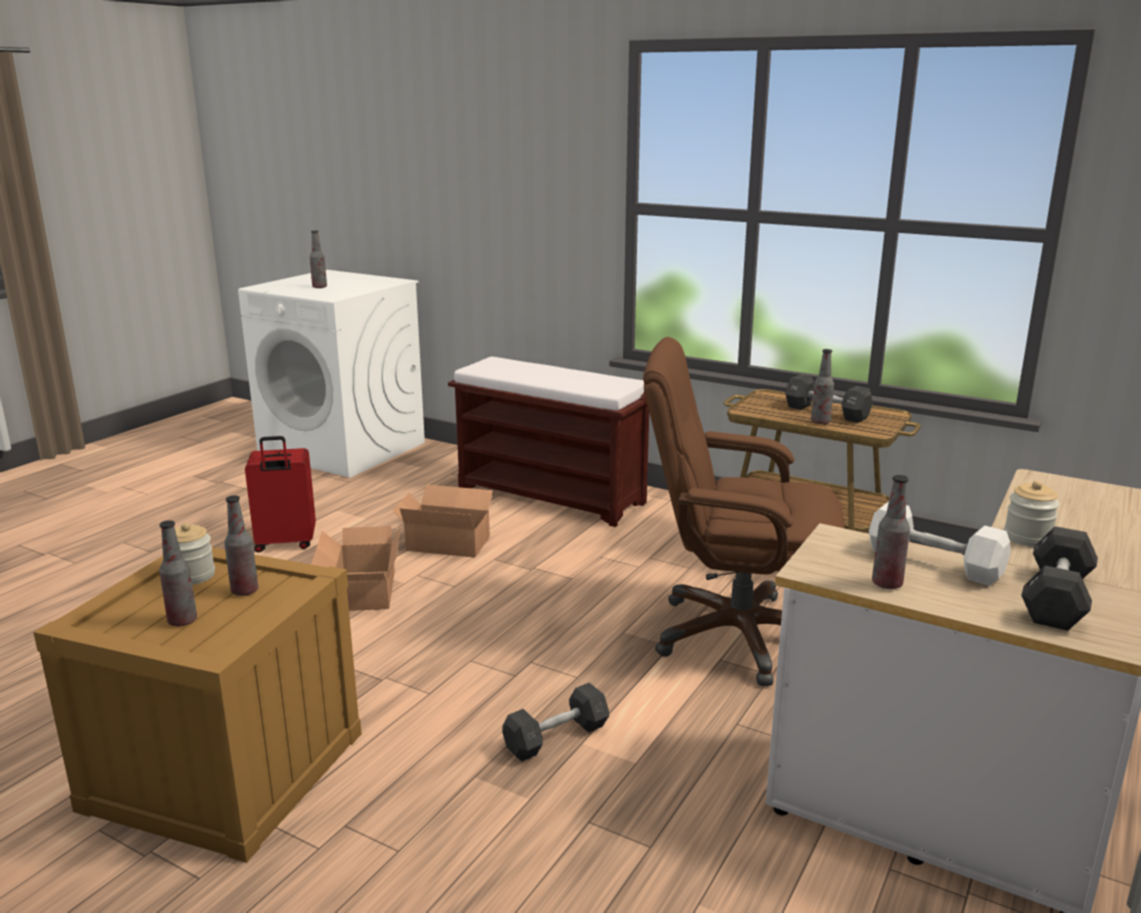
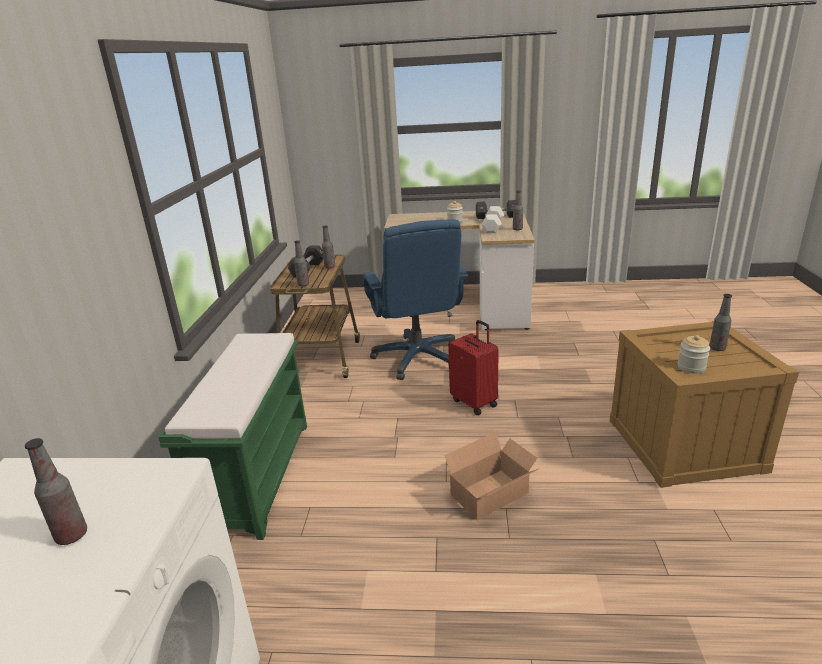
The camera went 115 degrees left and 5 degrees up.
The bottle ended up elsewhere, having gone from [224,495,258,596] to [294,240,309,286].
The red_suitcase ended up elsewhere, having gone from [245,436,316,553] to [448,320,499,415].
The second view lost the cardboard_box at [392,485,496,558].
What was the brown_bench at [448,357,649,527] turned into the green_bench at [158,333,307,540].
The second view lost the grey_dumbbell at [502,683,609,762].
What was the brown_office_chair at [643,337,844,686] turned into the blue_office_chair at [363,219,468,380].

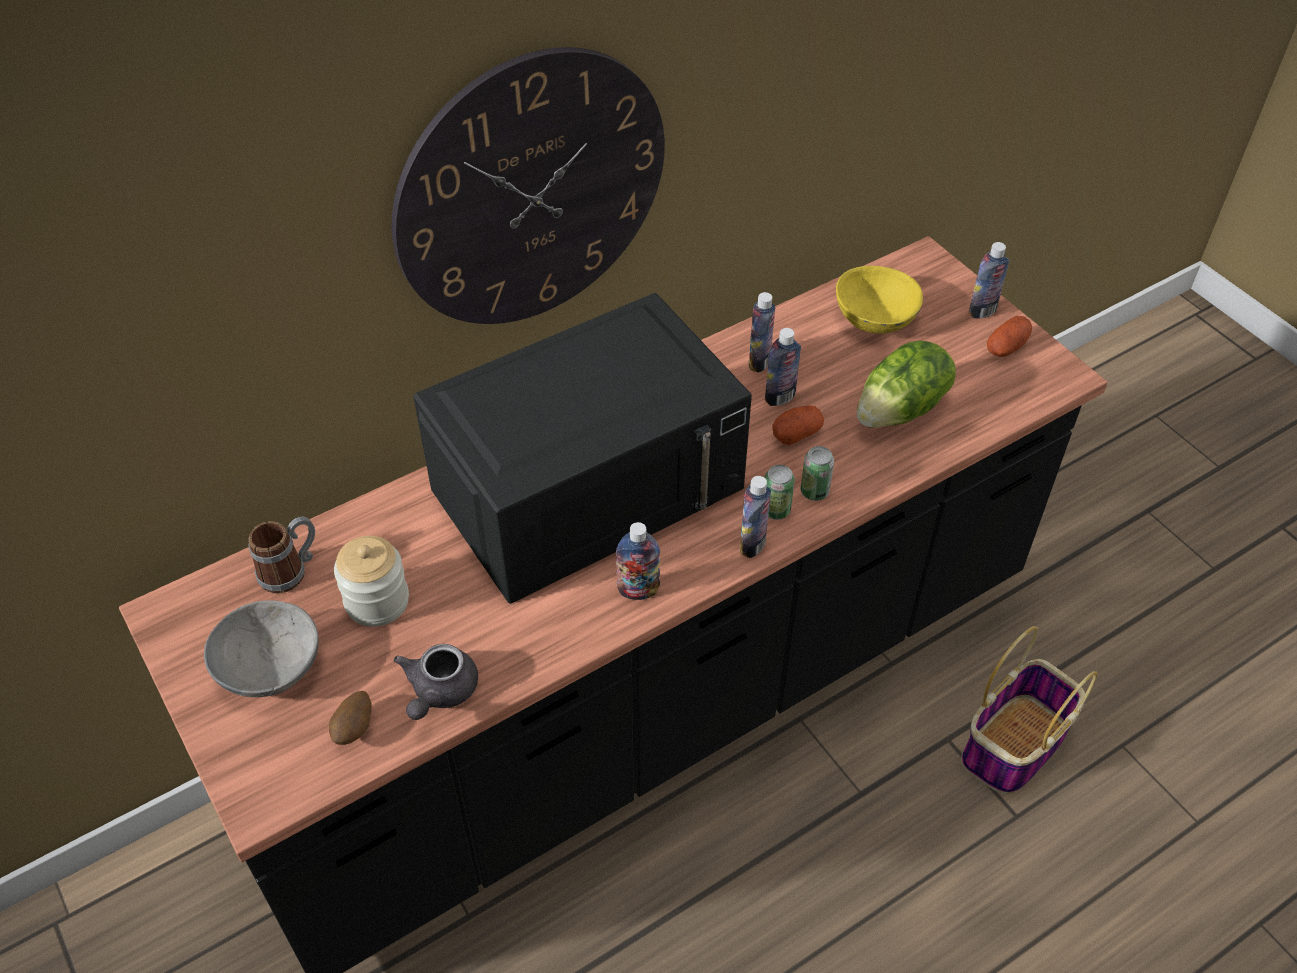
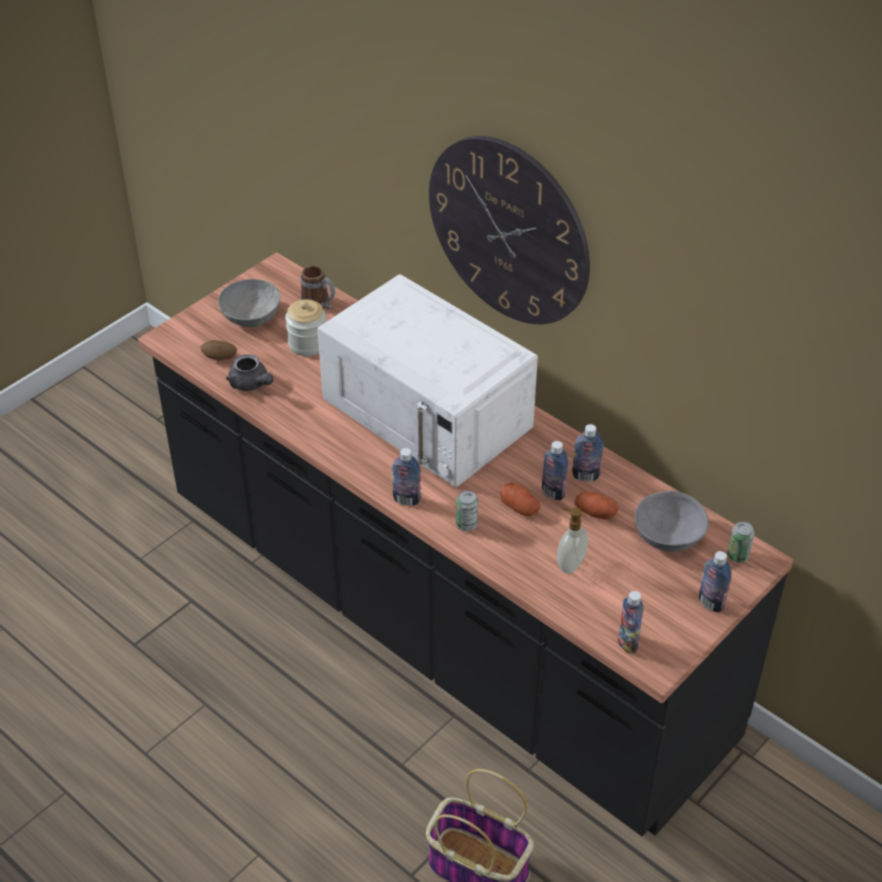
The camera went 75 degrees right and 5 degrees down.
The grey_teapot at [393,644,478,720] ended up facing another way, 135 degrees counterclockwise from before.
What was the black_microwave at [413,293,752,604] turned into the white_microwave at [317,274,538,487].
The bottle ended up elsewhere, having gone from [616,522,660,600] to [618,591,643,654].
The can ended up elsewhere, having gone from [765,465,795,520] to [727,521,754,563].
What was the yellow_bowl at [836,266,923,334] turned into the grey_bowl at [635,491,709,552].
Where the lettuce stood at [857,340,956,428], the soap_dispenser came to stand at [557,508,588,574].
The potato ended up elsewhere, having gone from [987,316,1032,357] to [575,491,618,520].

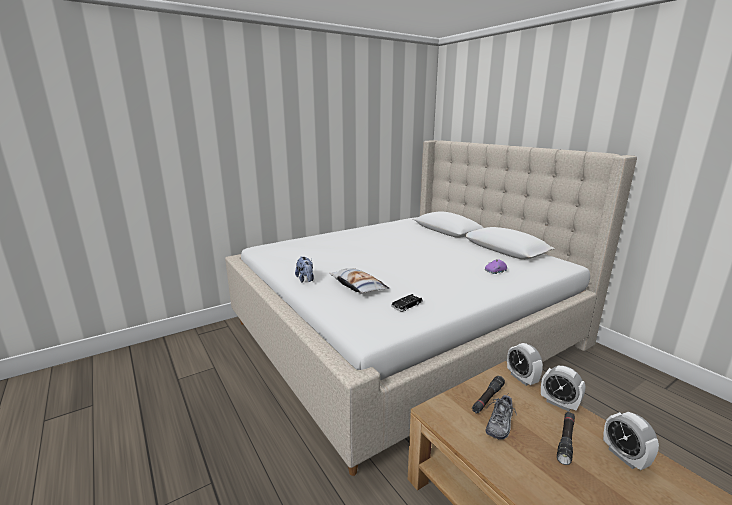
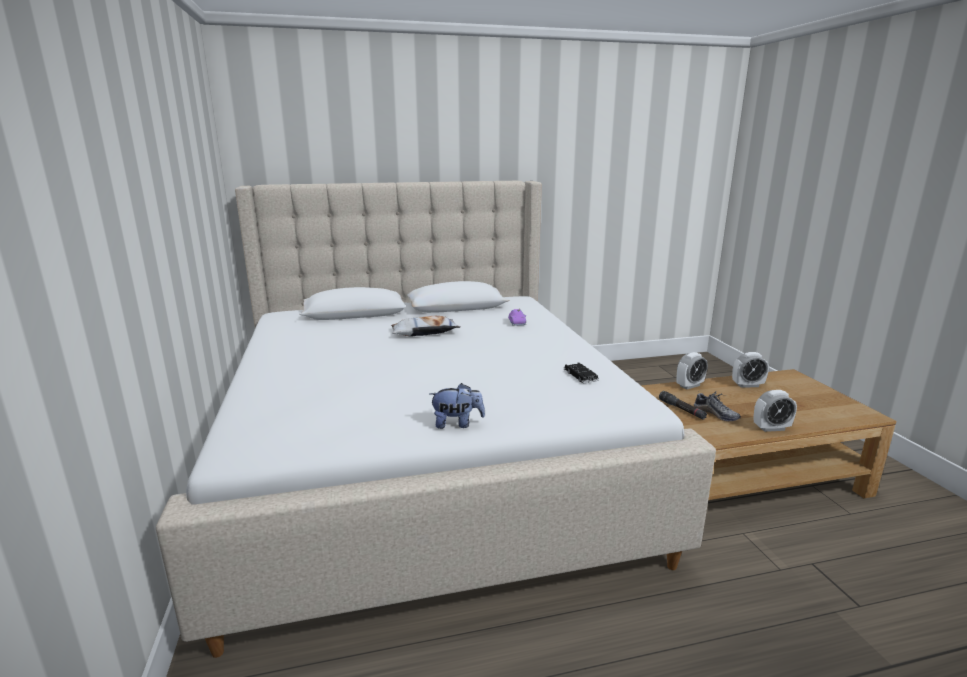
The camera went 70 degrees left and 0 degrees up.
The pillow ended up elsewhere, having gone from [329,268,389,294] to [391,316,460,337].
The alarm_clock ended up elsewhere, having gone from [507,343,543,386] to [754,390,797,432].
The second view lost the black_flashlight at [557,412,575,465].

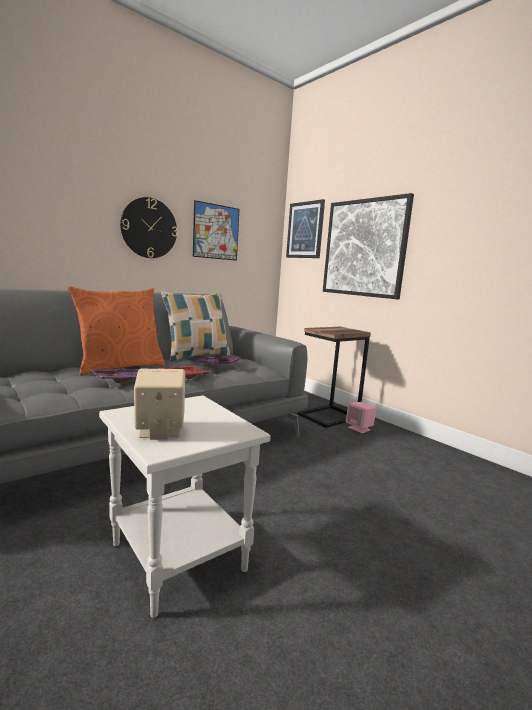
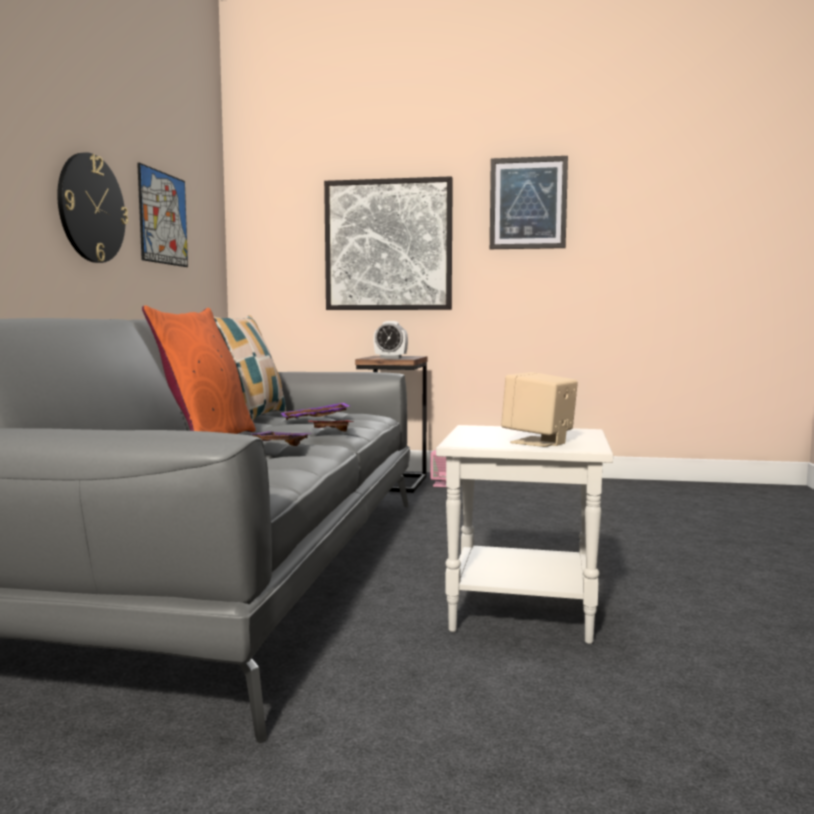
The camera went 40 degrees left and 5 degrees down.
The picture ended up elsewhere, having gone from [286,199,325,258] to [490,156,568,249].
The second view gained the alarm_clock at [373,321,408,359].

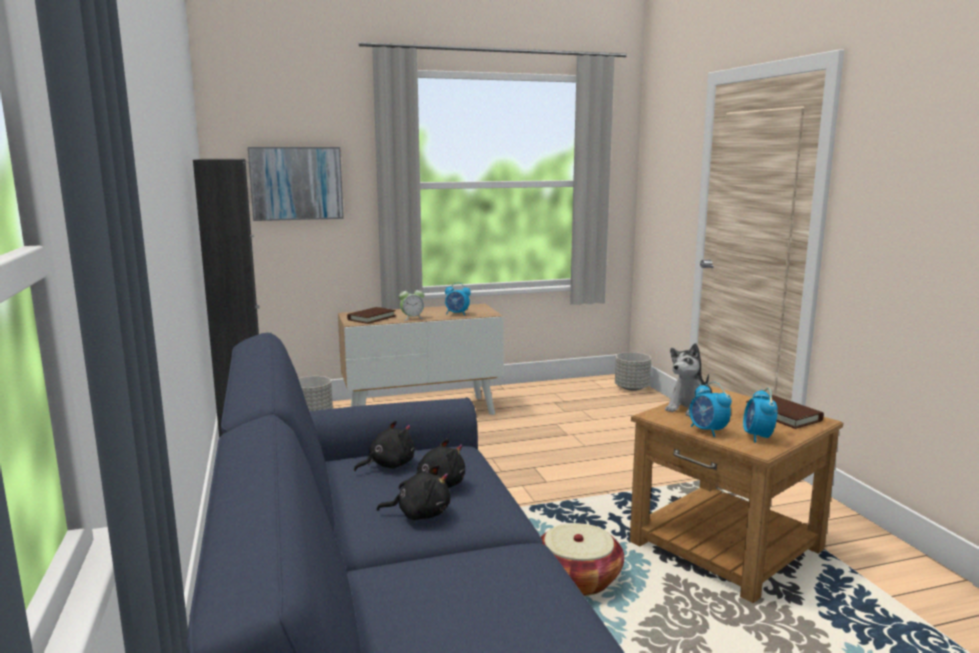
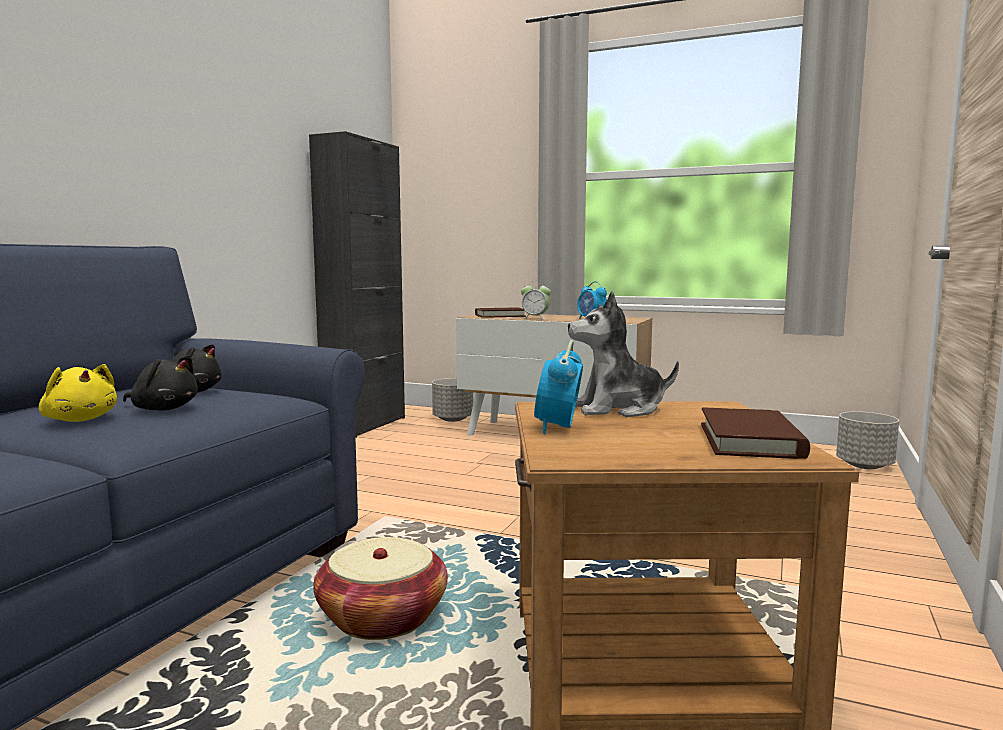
The camera went 40 degrees right and 5 degrees down.
The second view lost the picture at [248,147,344,221].
What was the black_plush_toy at [377,465,451,520] turned into the yellow_plush_toy at [39,364,117,422].
The second view lost the alarm_clock at [743,388,778,443].

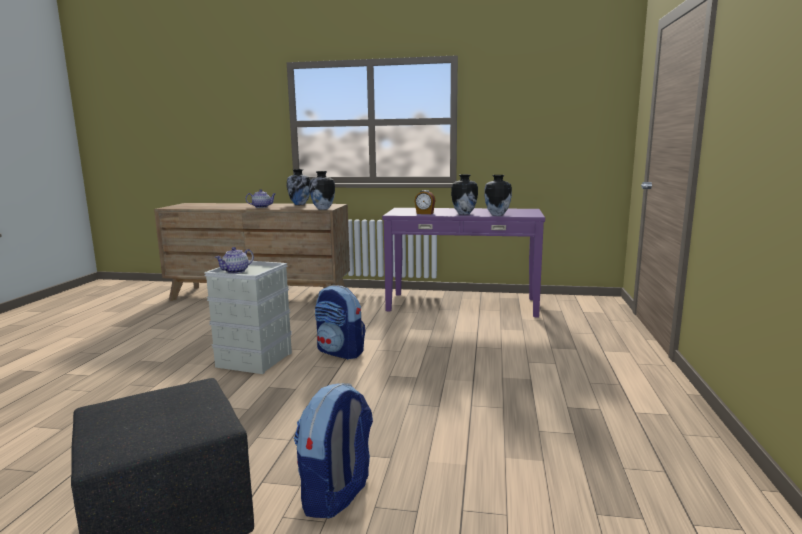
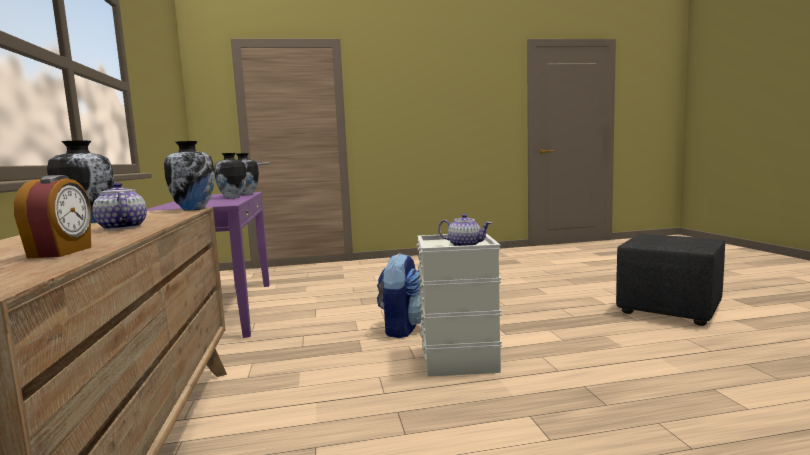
The camera went 110 degrees left and 5 degrees down.
The second view lost the backpack at [294,383,373,519].
The alarm_clock ended up elsewhere, having gone from [415,190,435,214] to [14,175,91,258].

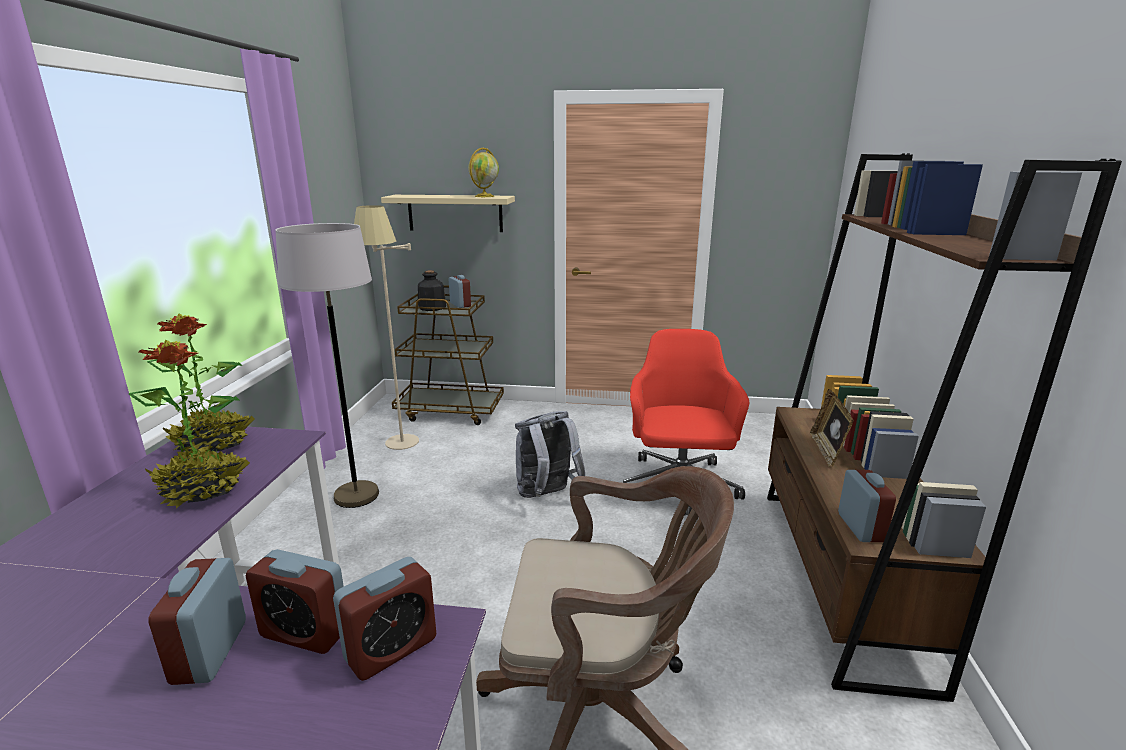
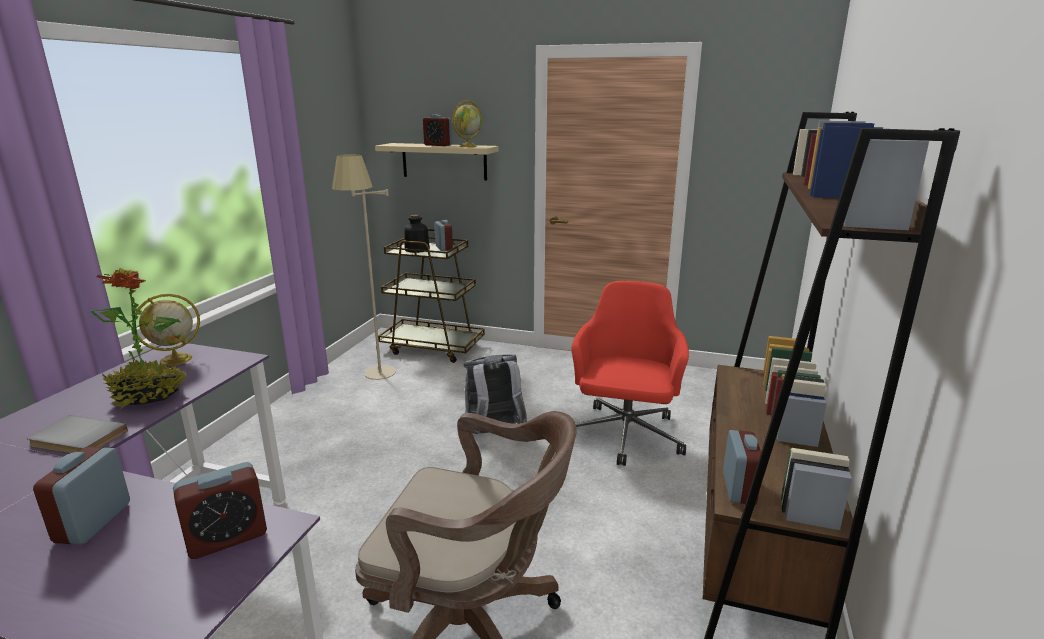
The camera went 10 degrees right and 0 degrees up.
Where the potted_plant stood at [147,313,255,452], the globe came to stand at [135,294,200,366].
The alarm_clock ended up elsewhere, having gone from [246,549,344,654] to [423,115,452,146].
The second view lost the grey_floor_lamp at [275,223,379,508].
The second view lost the picture_frame at [810,389,854,467].
The second view gained the grey_book at [27,415,128,454].

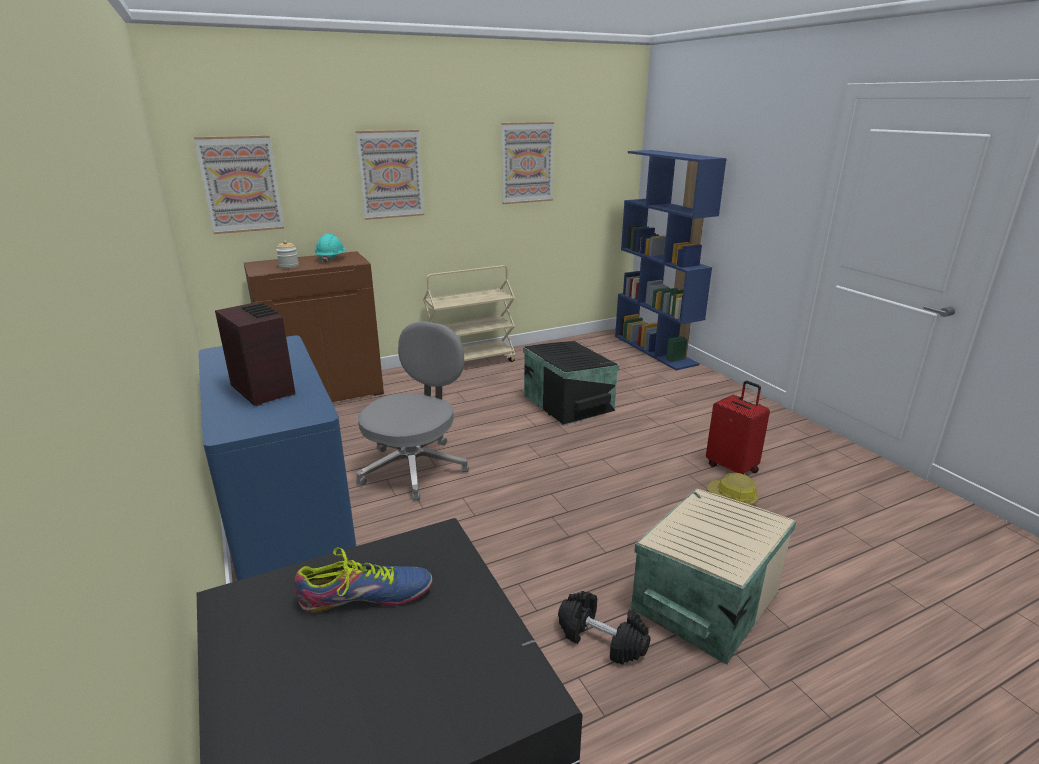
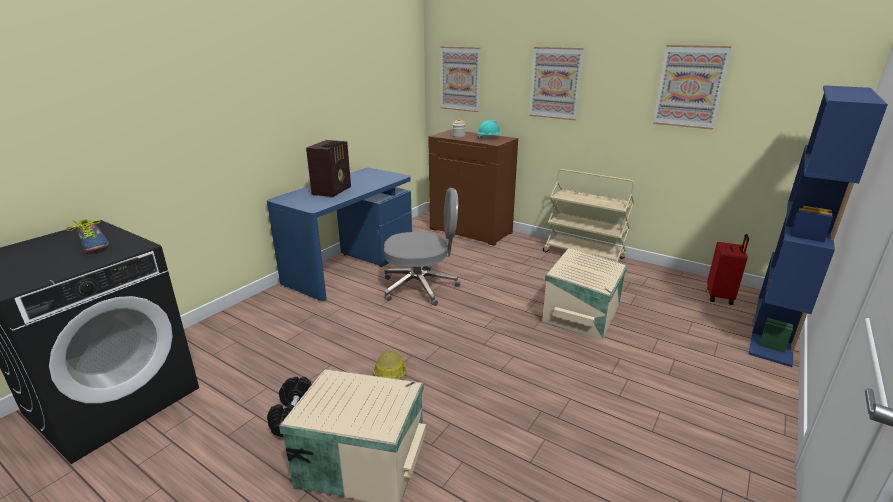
The camera went 60 degrees right and 0 degrees up.
What was the black_storage_box at [523,341,619,426] turned into the beige_storage_box at [542,248,627,340].
The red_suitcase ended up elsewhere, having gone from [706,381,770,475] to [707,234,749,305].
The hard_hat ended up elsewhere, having gone from [707,473,759,505] to [373,351,407,379].

